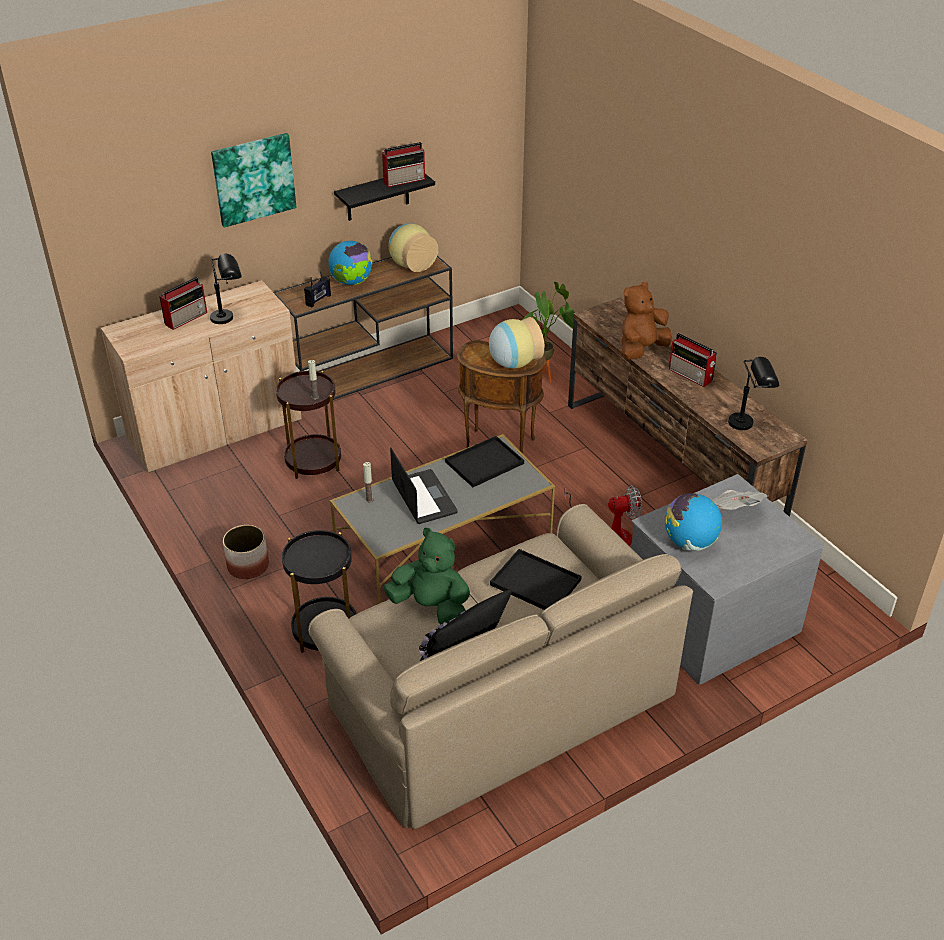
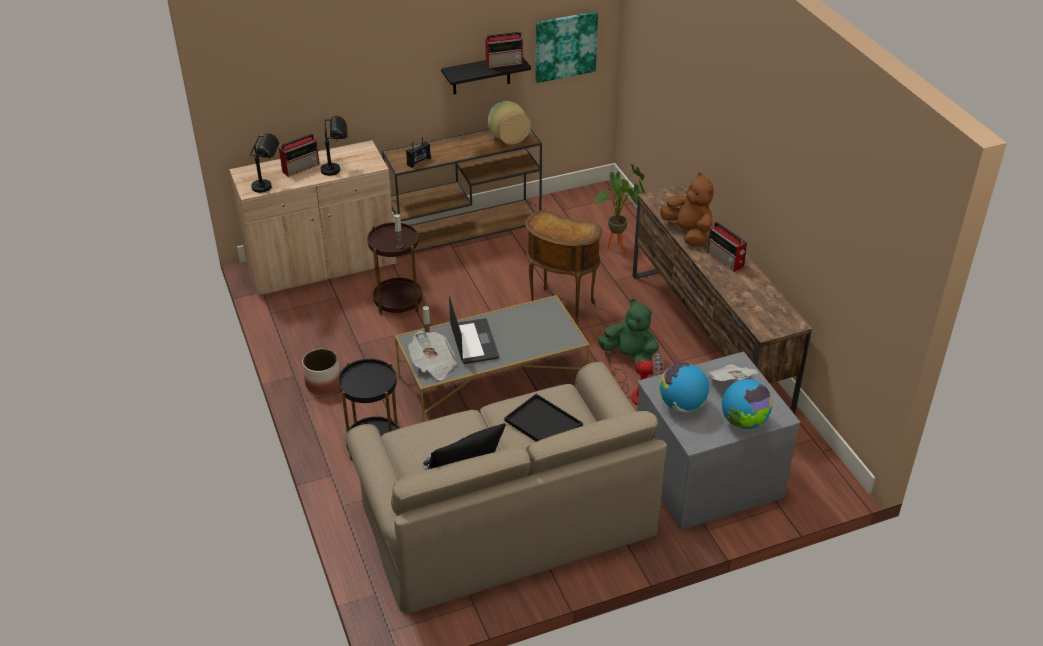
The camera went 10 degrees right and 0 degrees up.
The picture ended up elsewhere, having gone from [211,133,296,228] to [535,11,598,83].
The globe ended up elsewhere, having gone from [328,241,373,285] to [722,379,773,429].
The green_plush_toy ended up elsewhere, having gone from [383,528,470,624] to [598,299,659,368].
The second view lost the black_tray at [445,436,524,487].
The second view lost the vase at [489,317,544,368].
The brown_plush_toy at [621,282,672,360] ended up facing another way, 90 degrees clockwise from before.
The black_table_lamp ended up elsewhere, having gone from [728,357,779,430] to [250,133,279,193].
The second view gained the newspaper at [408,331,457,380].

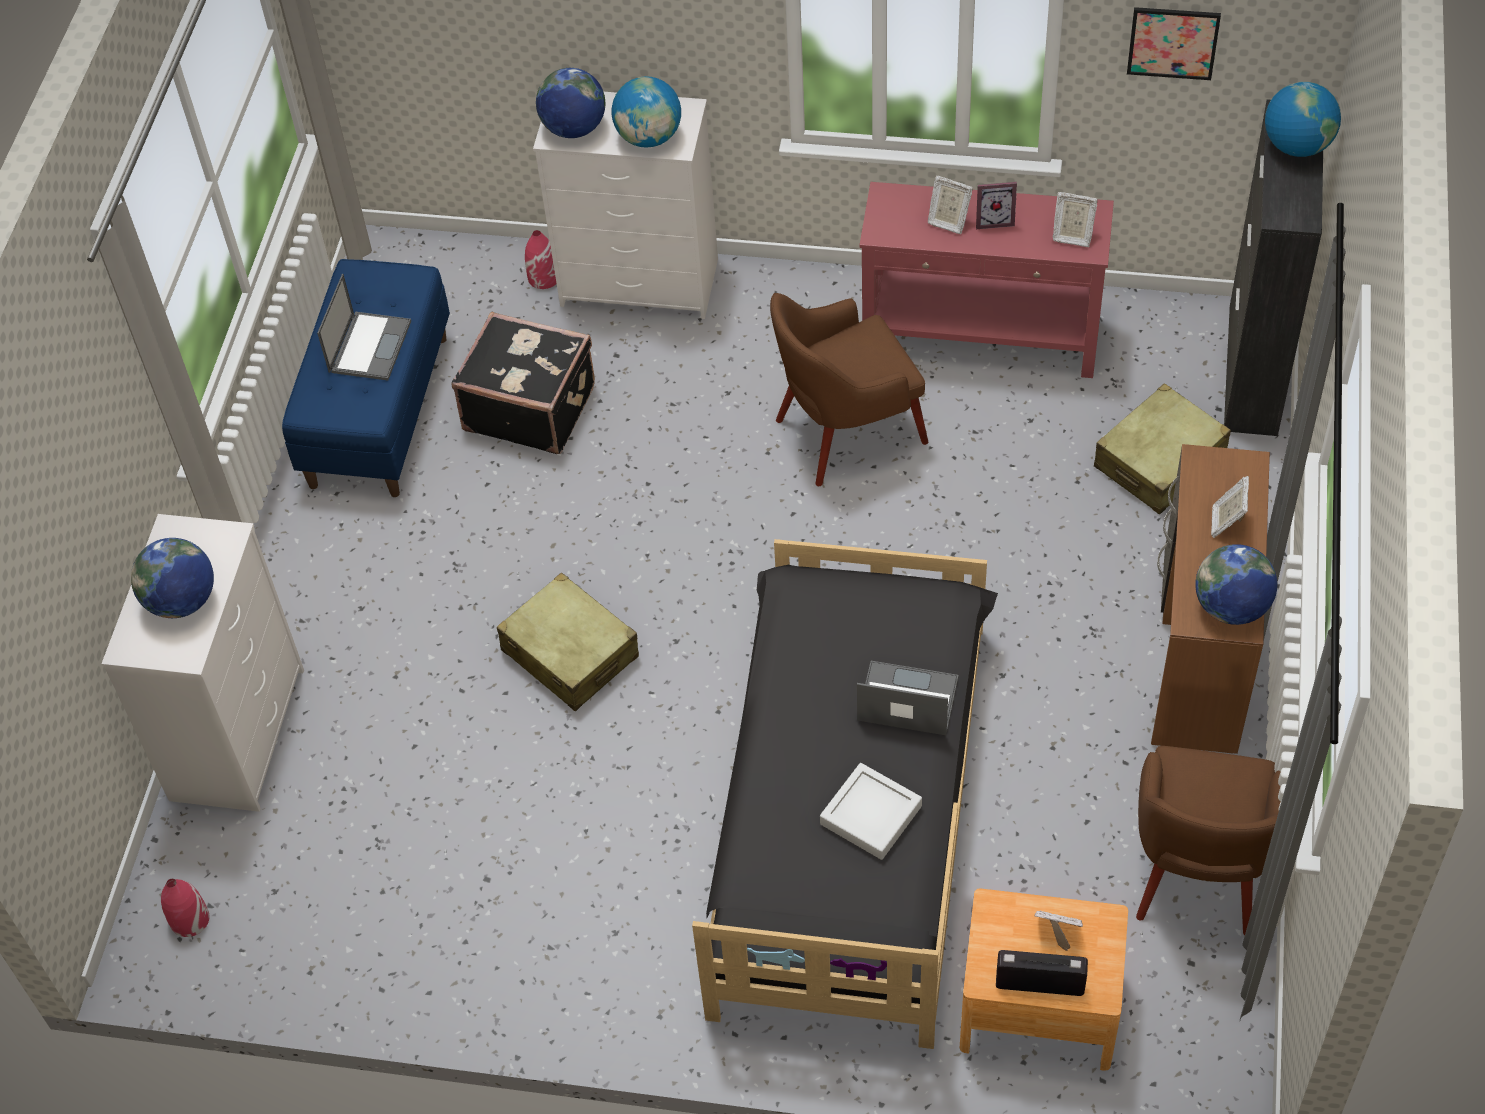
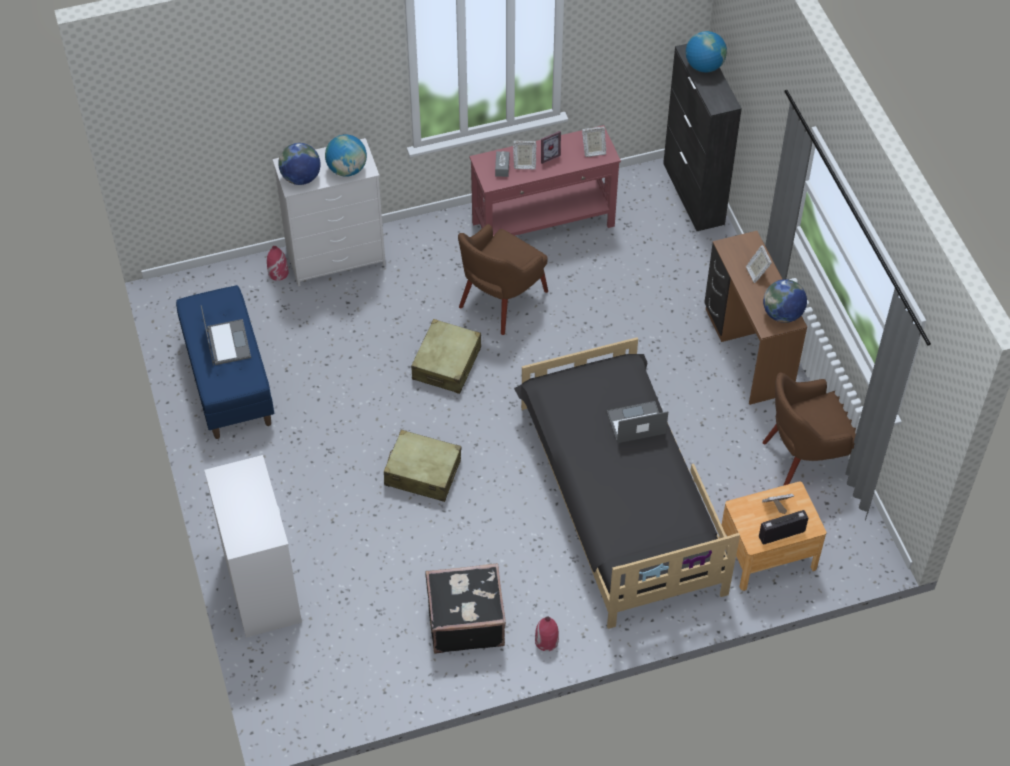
The camera went 30 degrees left and 0 degrees up.
The second view lost the globe at [131,538,214,618].
The red_vase ended up elsewhere, having gone from [161,879,209,937] to [535,617,559,651].
The black_suitcase ended up elsewhere, having gone from [452,312,595,454] to [425,563,506,654].
The second view lost the grey_tray at [820,763,922,860].
The beige_suitcase ended up elsewhere, having gone from [1094,384,1231,514] to [411,319,481,394].
The second view lost the picture at [1127,7,1221,80].
The brown_armchair at [1136,746,1281,935] ended up facing another way, 90 degrees clockwise from before.
The second view gained the grey_tissue_box at [495,151,509,177].

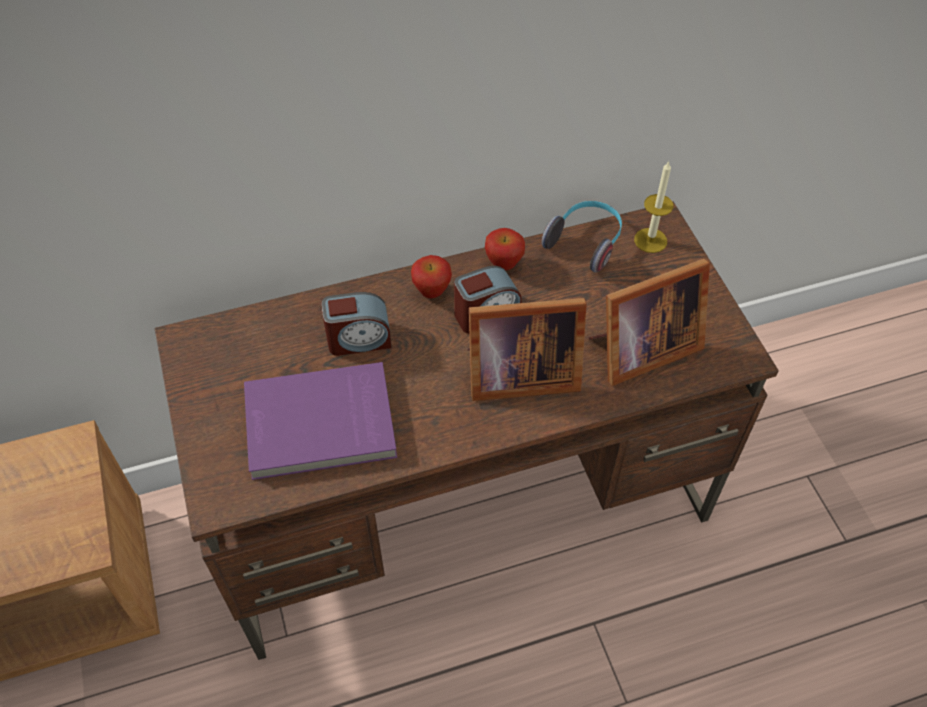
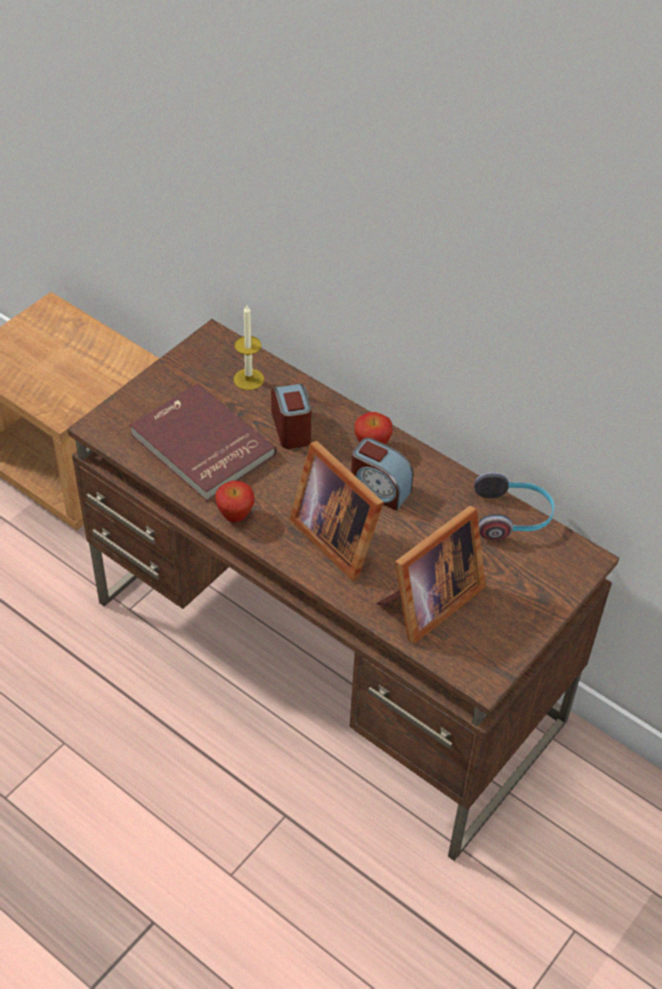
The camera went 55 degrees right and 5 degrees down.
What was the purple_book at [244,362,397,480] turned into the red_book at [130,383,277,501].
The alarm_clock at [321,292,392,356] ended up facing another way, 150 degrees counterclockwise from before.
The apple ended up elsewhere, having gone from [485,228,525,270] to [215,481,255,523].
The picture_frame at [589,258,710,386] ended up facing another way, 75 degrees counterclockwise from before.
The candle ended up elsewhere, having gone from [634,161,673,253] to [234,305,264,390].

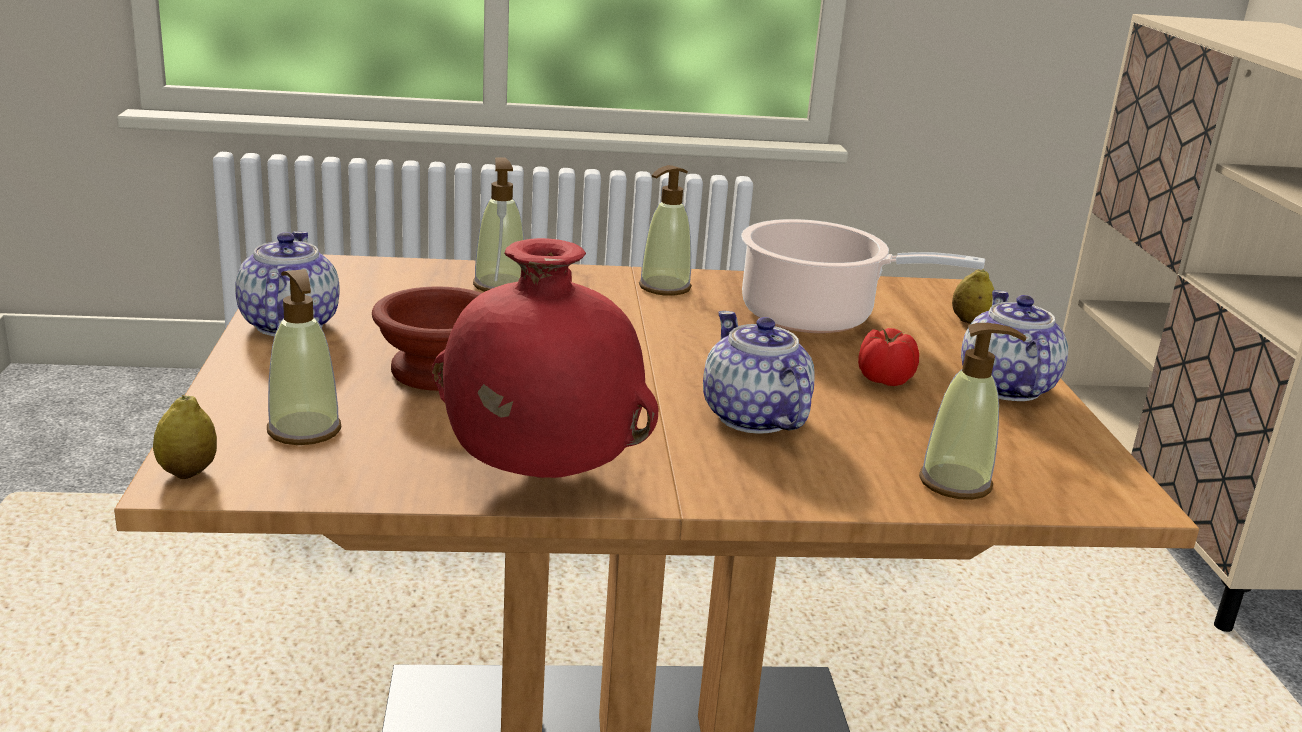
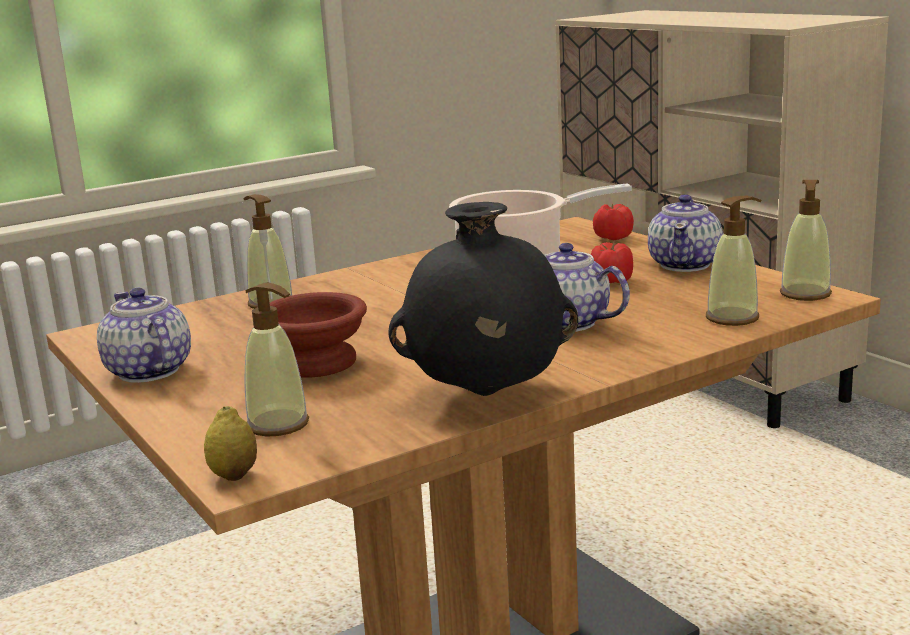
The camera went 25 degrees left and 5 degrees down.
What was the red_vase at [432,238,659,478] turned into the black_vase at [389,202,578,396].
The soap_dispenser ended up elsewhere, having gone from [639,165,692,296] to [780,180,832,301].
Where the lemon stood at [952,269,994,324], the tomato came to stand at [593,204,634,240].
The teapot at [961,290,1068,401] ended up facing another way, 135 degrees counterclockwise from before.

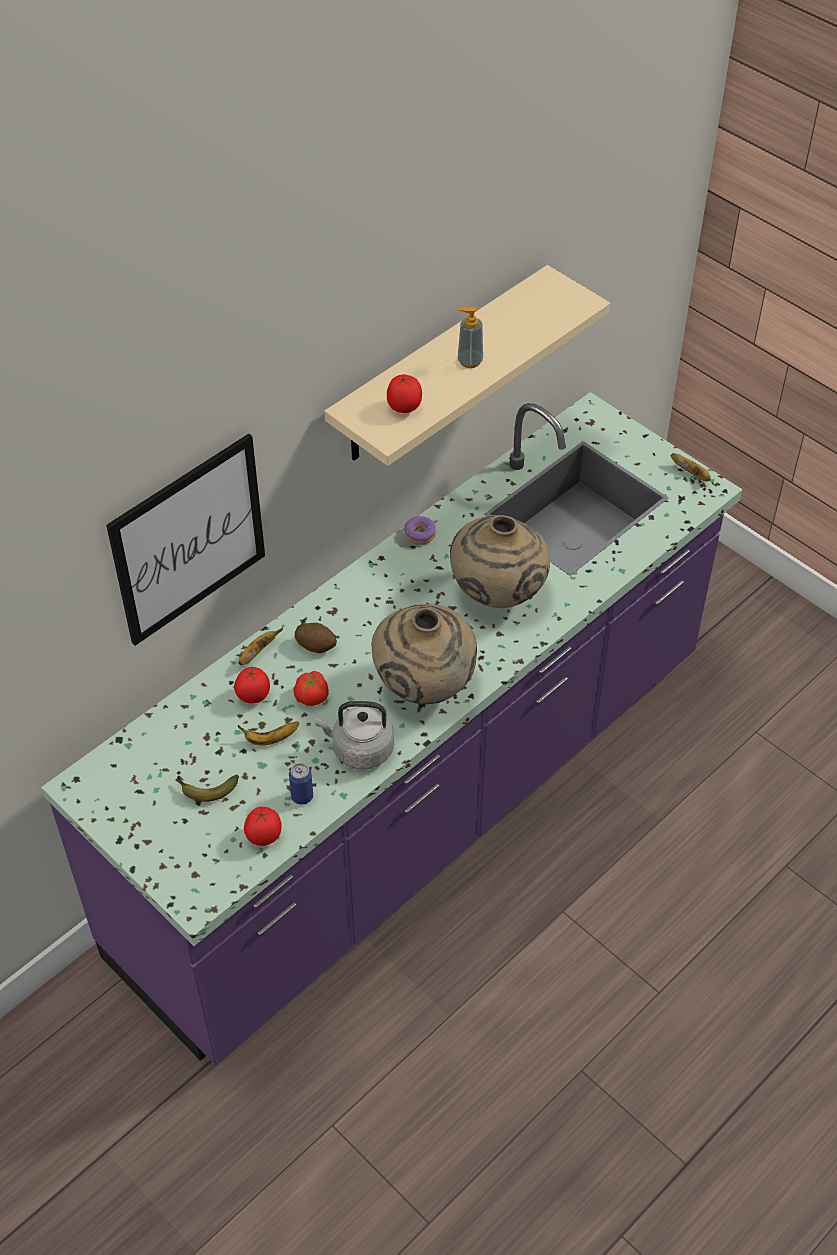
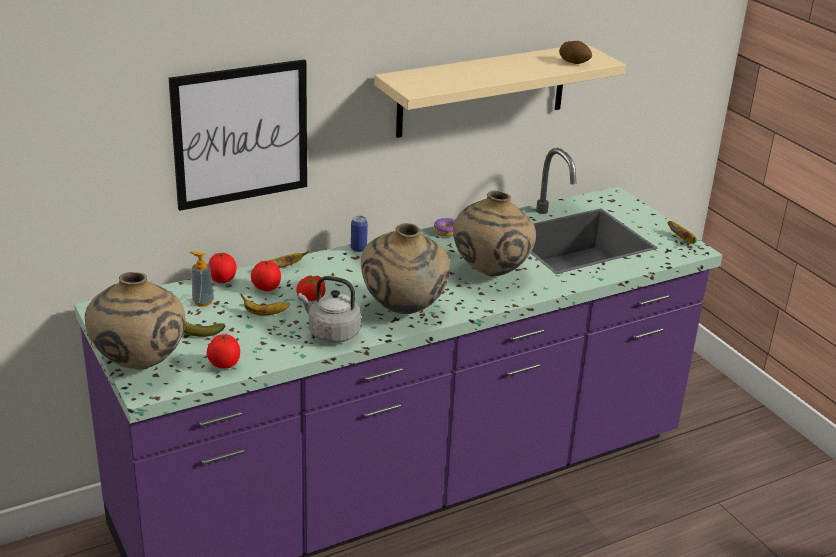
The camera went 15 degrees right and 20 degrees down.
The can ended up elsewhere, having gone from [289,763,313,805] to [351,215,368,252].
The potato ended up elsewhere, having gone from [295,623,337,653] to [559,41,592,64].
The tomato ended up elsewhere, having gone from [387,374,422,413] to [209,253,237,283].
The soap_dispenser ended up elsewhere, having gone from [458,307,483,368] to [190,251,214,307].
The second view gained the beige_vase at [85,272,186,369].

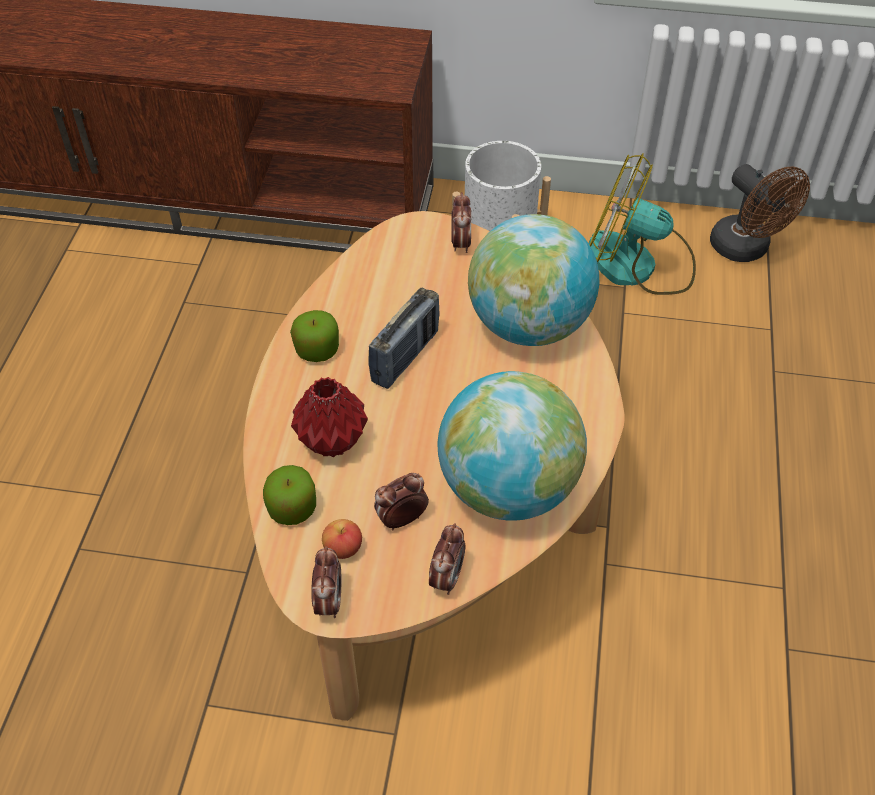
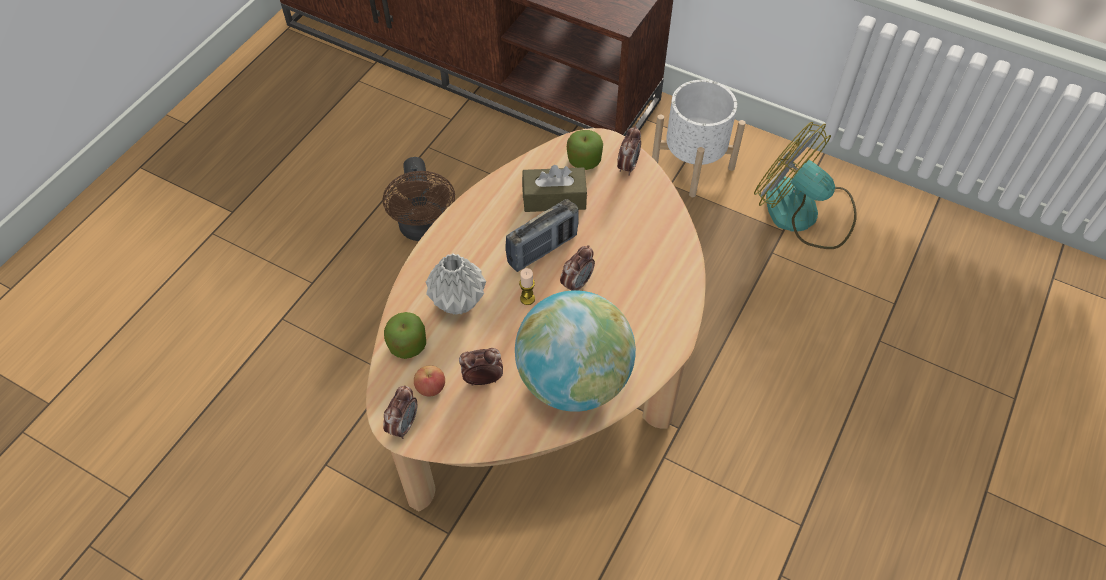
The camera went 20 degrees right and 5 degrees up.
The apple ended up elsewhere, having gone from [290,310,339,362] to [567,130,603,170].
What was the red_vase at [291,377,368,457] turned into the grey_vase at [426,253,486,315].
The alarm_clock ended up elsewhere, having gone from [429,523,465,595] to [560,245,595,290].
The second view lost the globe at [468,214,599,346].
The brown_fan ended up elsewhere, having gone from [710,164,810,262] to [383,157,455,241].
The second view gained the candle at [519,268,535,305].
The second view gained the brown_tissue_box at [522,165,587,212].

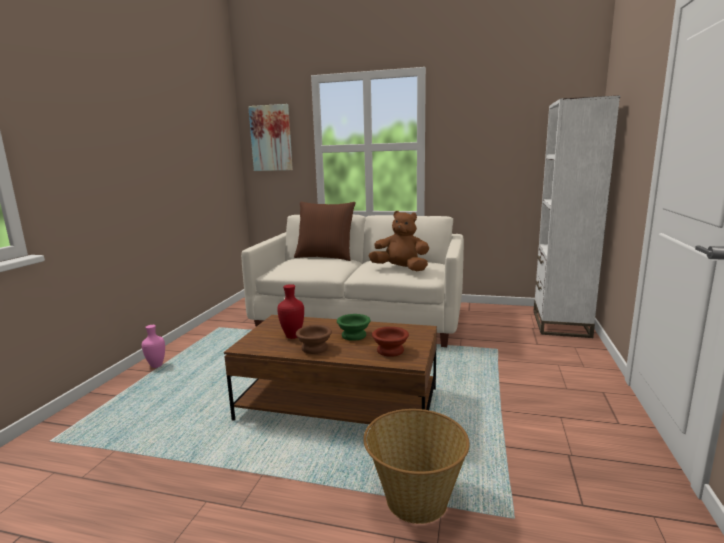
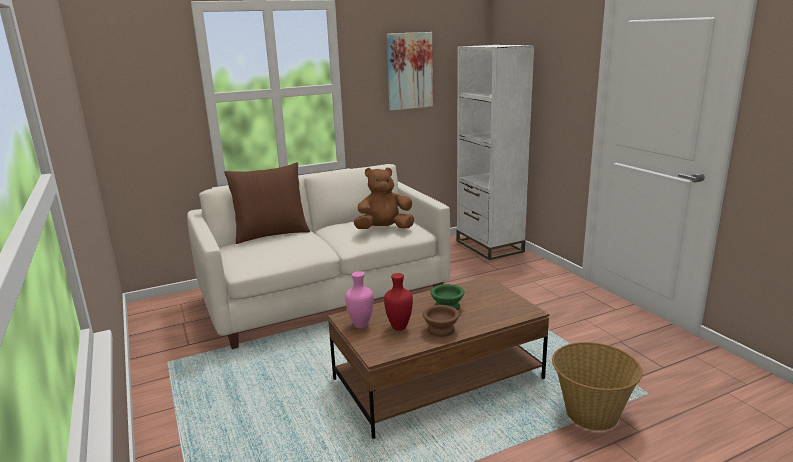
The camera went 40 degrees left and 5 degrees up.
The pink_vase ended up elsewhere, having gone from [142,325,165,368] to [345,271,374,328].
The picture ended up elsewhere, having gone from [248,104,293,171] to [387,32,433,111].
The second view lost the brown_bowl at [372,327,409,357].

